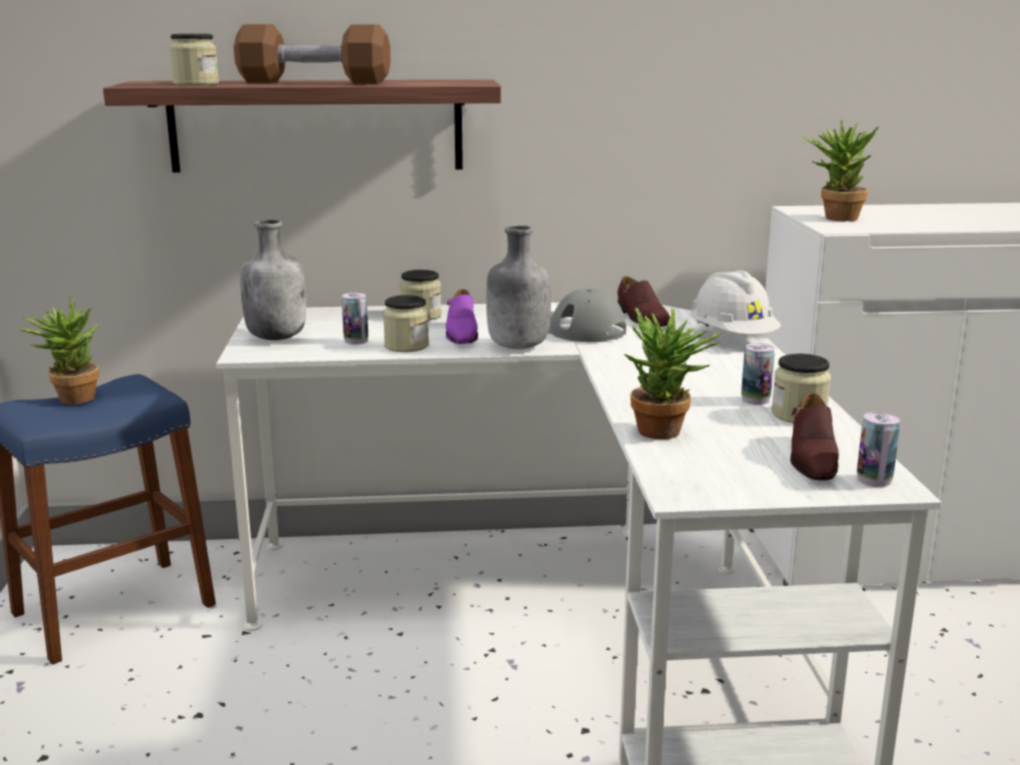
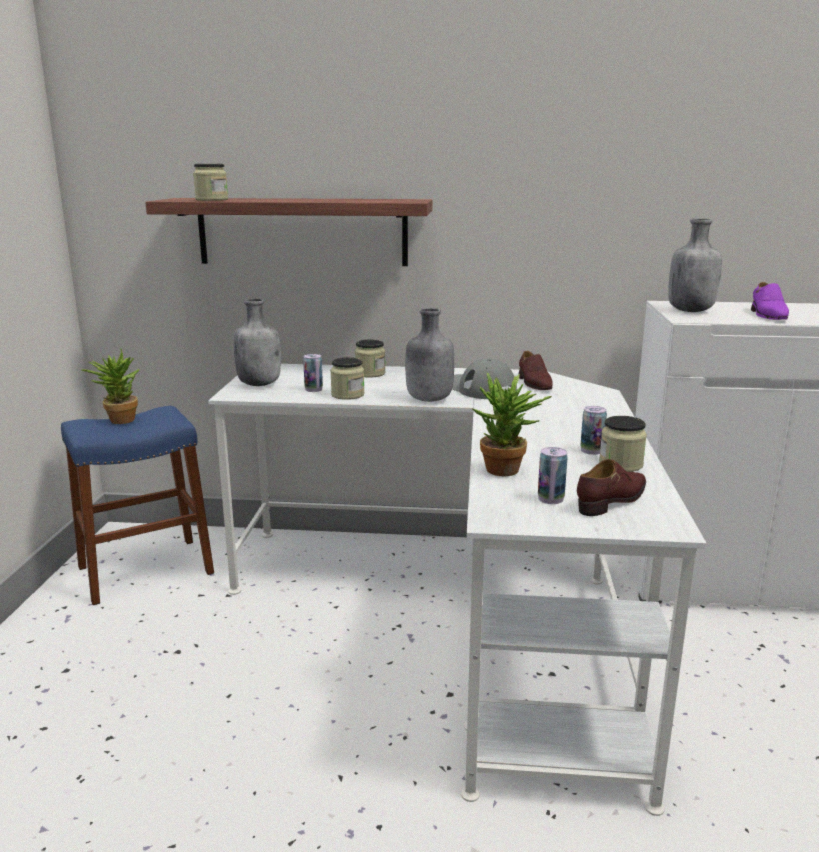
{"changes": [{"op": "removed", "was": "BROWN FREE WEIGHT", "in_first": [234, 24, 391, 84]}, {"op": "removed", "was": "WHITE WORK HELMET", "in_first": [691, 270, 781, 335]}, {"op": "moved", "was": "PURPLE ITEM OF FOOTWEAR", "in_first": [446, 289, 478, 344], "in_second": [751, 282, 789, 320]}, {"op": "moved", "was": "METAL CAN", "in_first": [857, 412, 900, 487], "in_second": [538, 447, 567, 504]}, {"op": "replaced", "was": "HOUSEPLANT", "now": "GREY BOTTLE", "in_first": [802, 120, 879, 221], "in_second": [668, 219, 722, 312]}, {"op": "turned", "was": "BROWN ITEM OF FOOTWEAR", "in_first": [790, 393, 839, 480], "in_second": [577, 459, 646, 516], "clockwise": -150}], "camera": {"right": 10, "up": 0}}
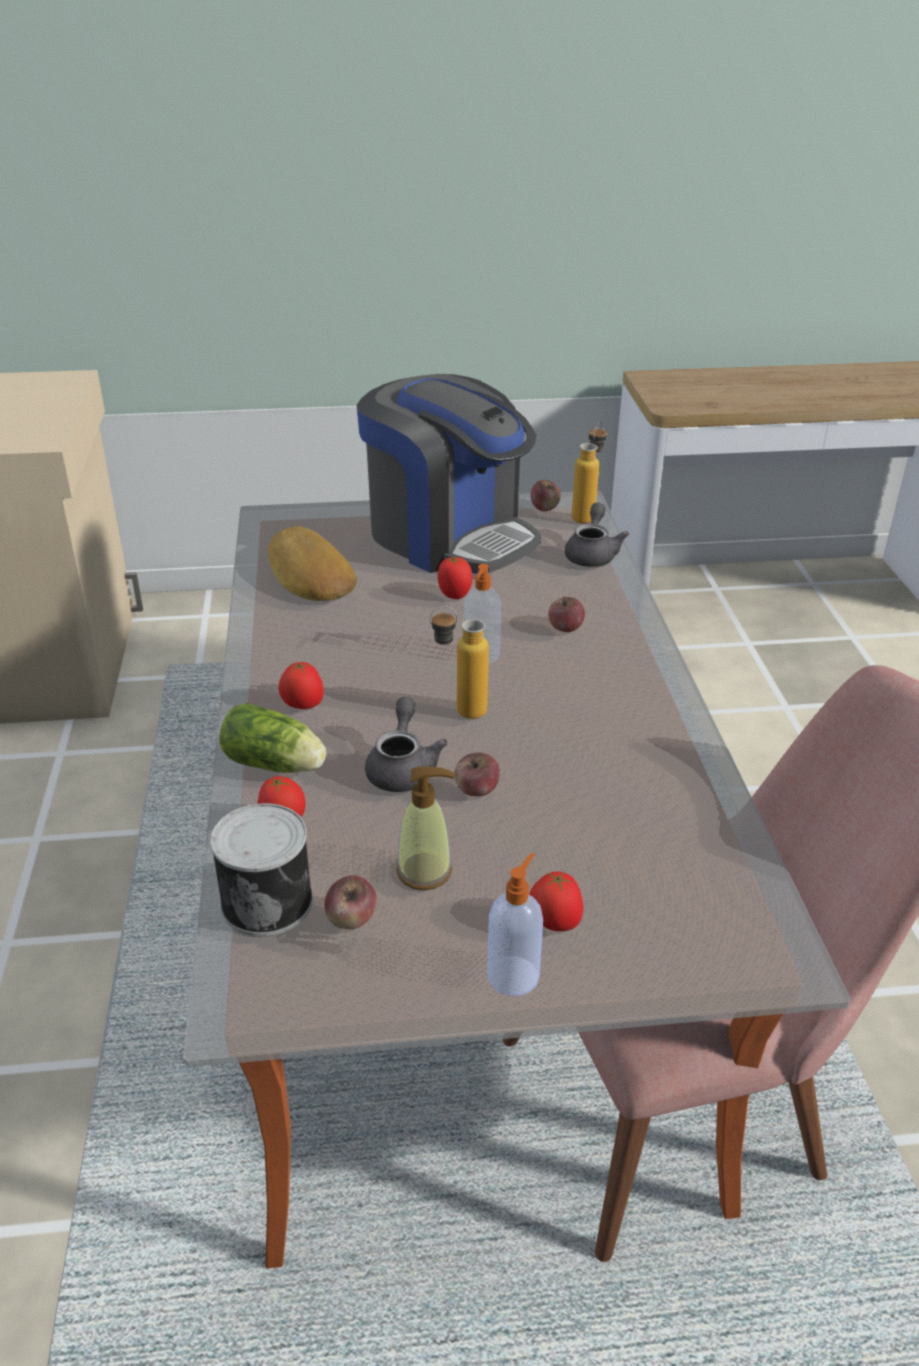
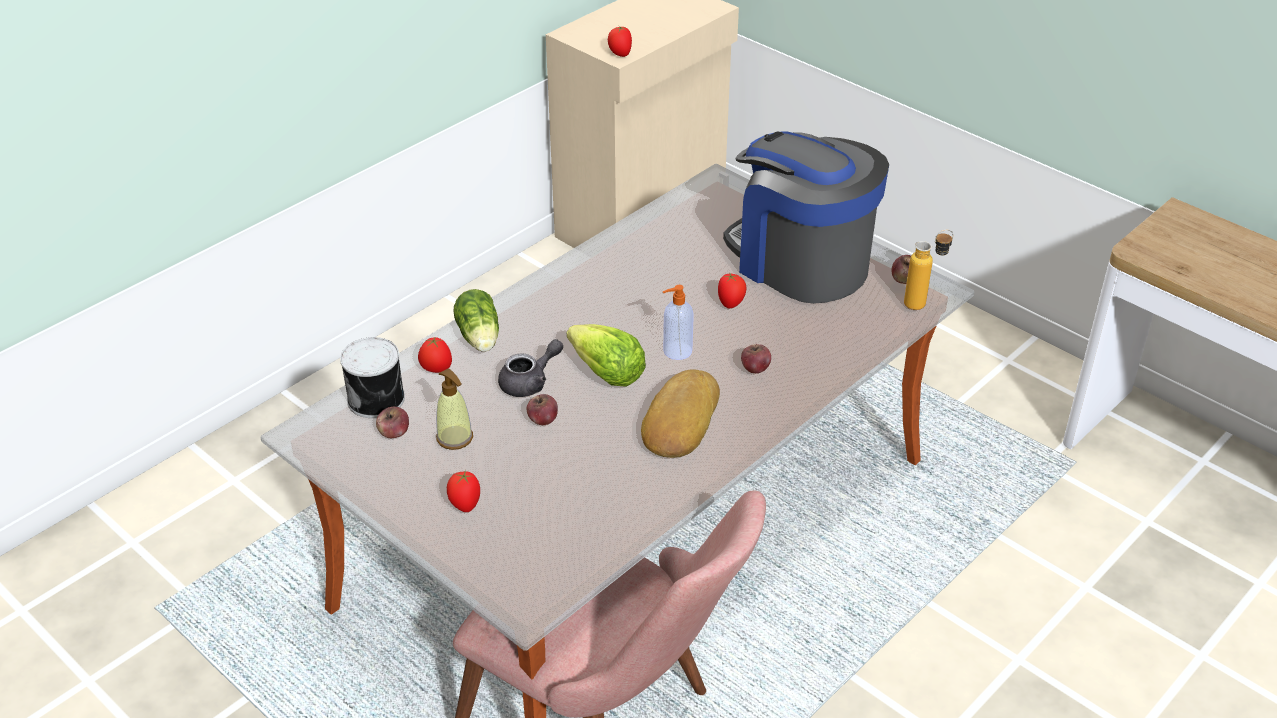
{"changes": [{"op": "removed", "was": "SOAP BOTTLE", "in_first": [487, 853, 543, 996]}, {"op": "removed", "was": "GREY TEA POT", "in_first": [565, 502, 629, 567]}, {"op": "moved", "was": "BAKERY BREAD", "in_first": [268, 526, 357, 601], "in_second": [641, 369, 720, 458]}, {"op": "moved", "was": "WHOLE TOMATO", "in_first": [278, 662, 324, 709], "in_second": [608, 26, 632, 57]}, {"op": "replaced", "was": "BOTTLE", "now": "LETTUCE", "in_first": [430, 606, 489, 719], "in_second": [567, 324, 646, 387]}, {"op": "turned", "was": "COFFEE MAKER", "in_first": [357, 374, 541, 574], "in_second": [723, 131, 889, 304], "clockwise": 135}], "camera": {"right": 50, "up": 5}}
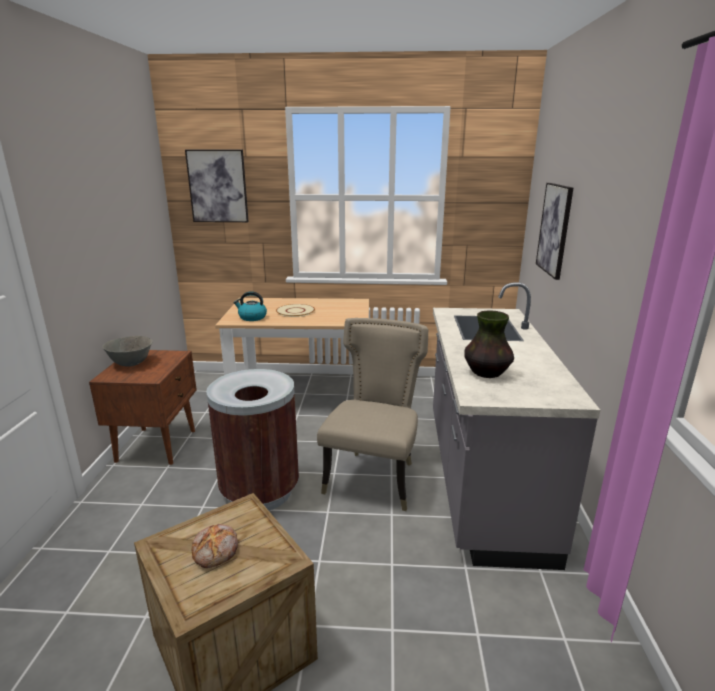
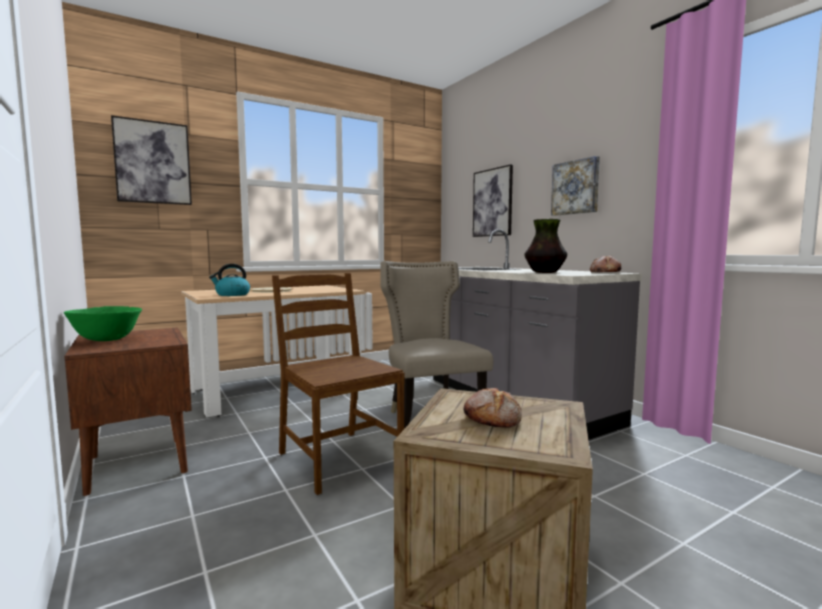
{"changes": [{"op": "added", "now": "PICTURE", "in_second": [551, 156, 600, 216]}, {"op": "added", "now": "BAKERY BREAD", "in_second": [590, 255, 621, 272]}, {"op": "replaced", "was": "BROWN RUBBISH BIN", "now": "BROWN CHAIR", "in_first": [206, 369, 299, 511], "in_second": [272, 273, 404, 495]}, {"op": "recoloured", "was": "GREY SERVING BOWL", "now": "GREENISH SERVING BOWL", "in_first": [102, 335, 152, 367], "in_second": [64, 306, 142, 341]}], "camera": {"right": -35, "up": -15}}
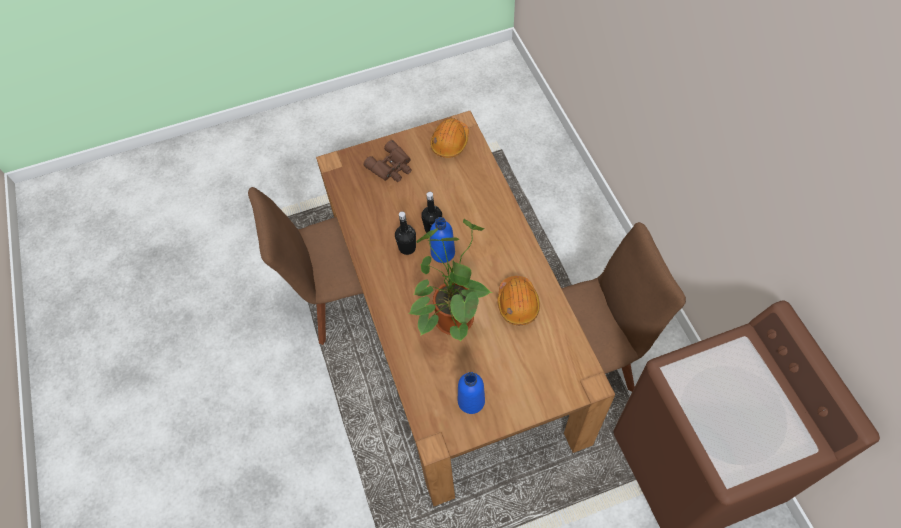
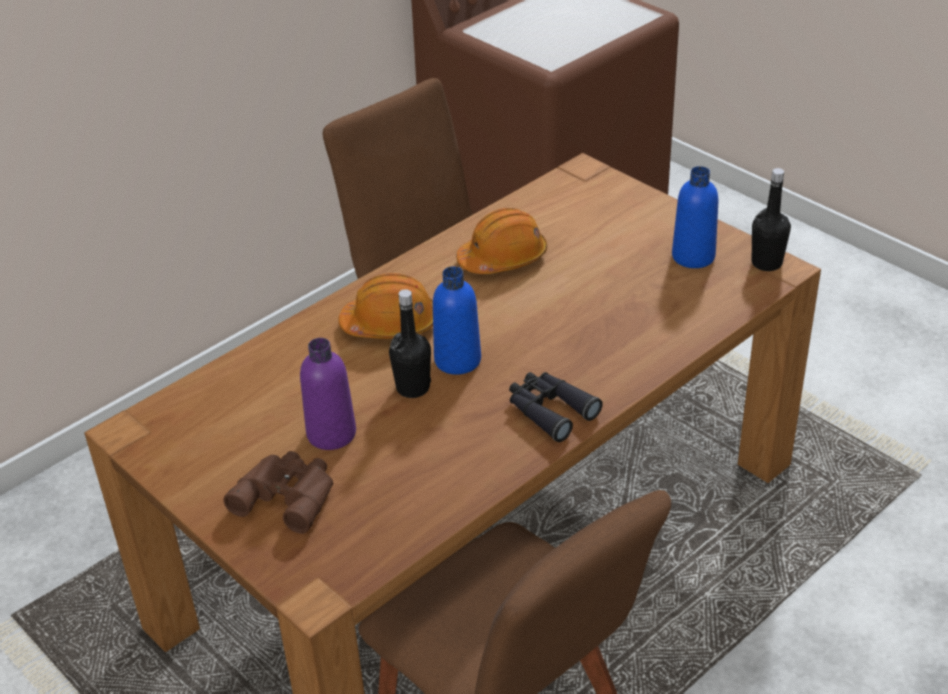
{"changes": [{"op": "removed", "was": "HOUSEPLANT", "in_first": [408, 219, 492, 342]}, {"op": "added", "now": "PURPLE BOTTLE", "in_second": [300, 338, 356, 450]}, {"op": "added", "now": "BLACK-COLOURED BINOCULARS", "in_second": [509, 372, 603, 442]}, {"op": "moved", "was": "BLACK-COLOURED BOTTLE", "in_first": [395, 211, 416, 255], "in_second": [752, 168, 791, 271]}, {"op": "moved", "was": "ORANGEY WORK HELMET", "in_first": [430, 118, 469, 158], "in_second": [338, 273, 433, 339]}], "camera": {"right": -115, "up": -20}}
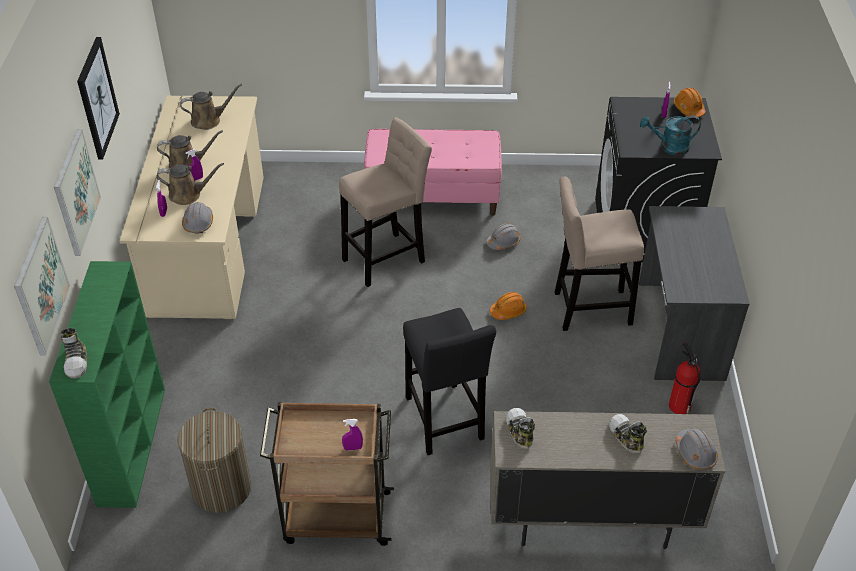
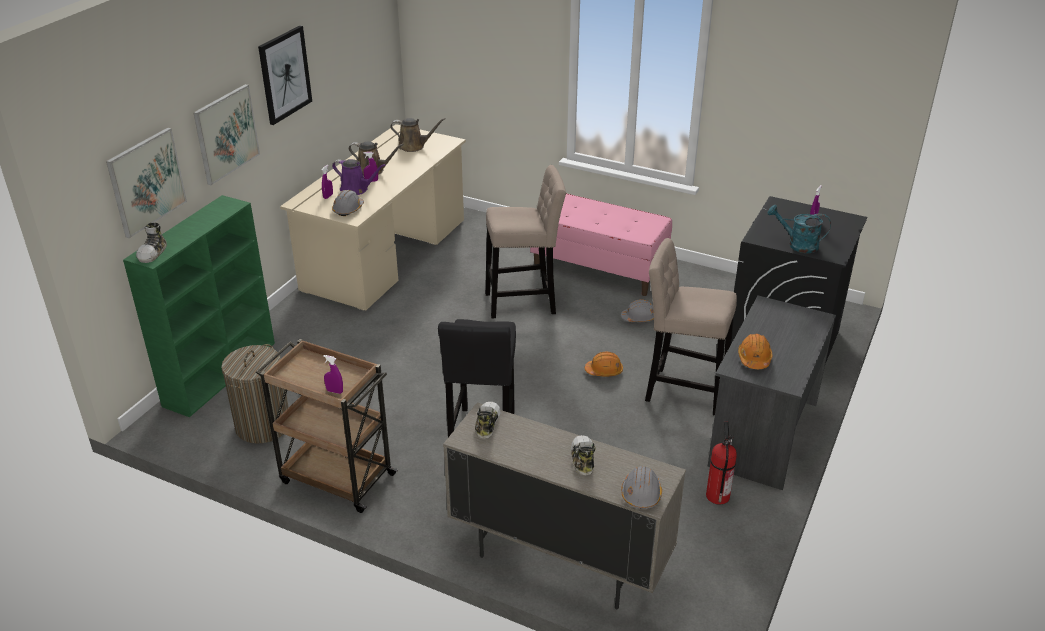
{"changes": [{"op": "moved", "was": "ORANGEY WORK HELMET", "in_first": [674, 88, 705, 117], "in_second": [738, 333, 773, 369]}, {"op": "recoloured", "was": "BROWN SPRINKLING CAN", "now": "PURPLE SPRINKLING CAN", "in_first": [156, 163, 224, 205], "in_second": [332, 159, 386, 195]}], "camera": {"right": 25, "up": -10}}
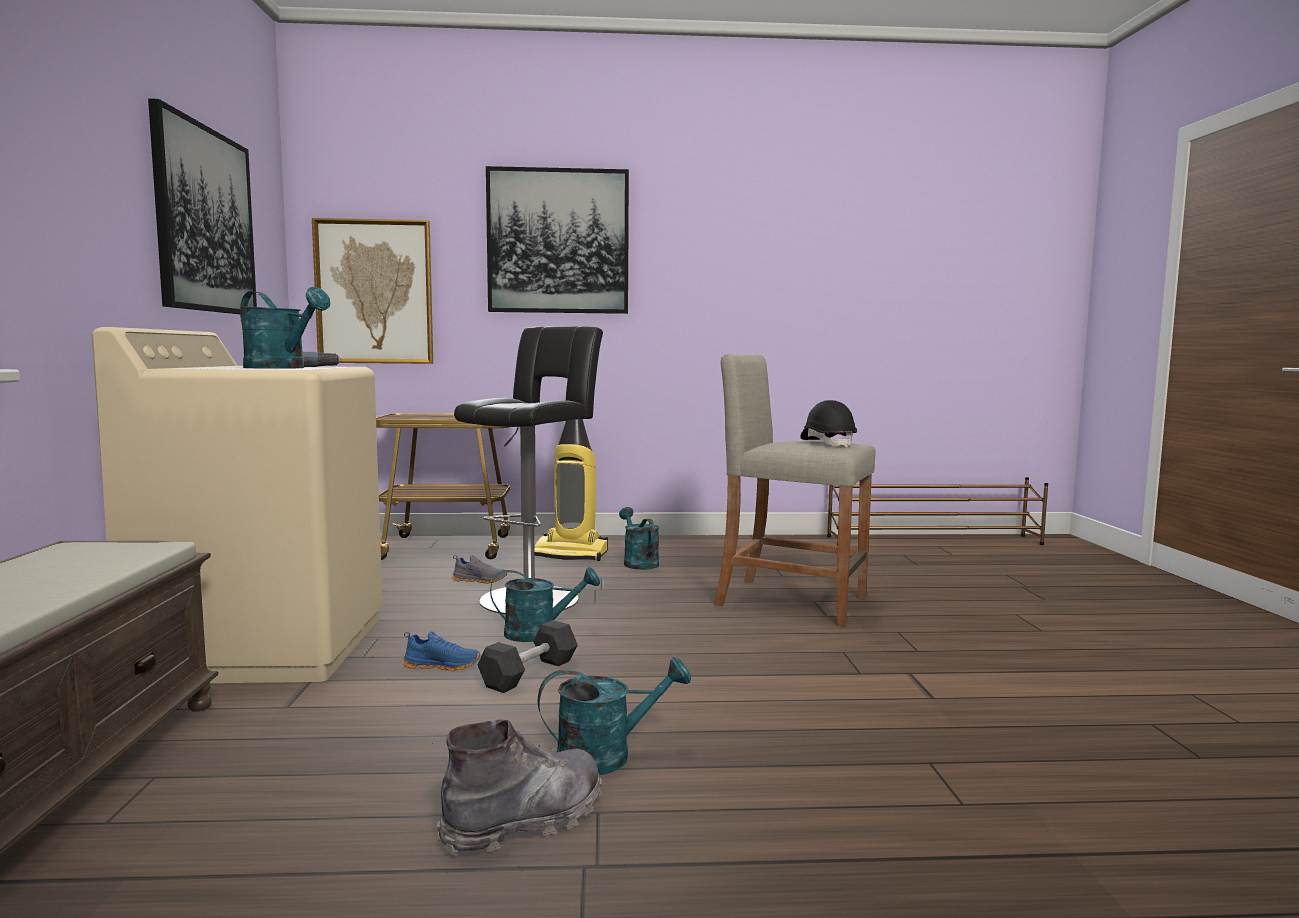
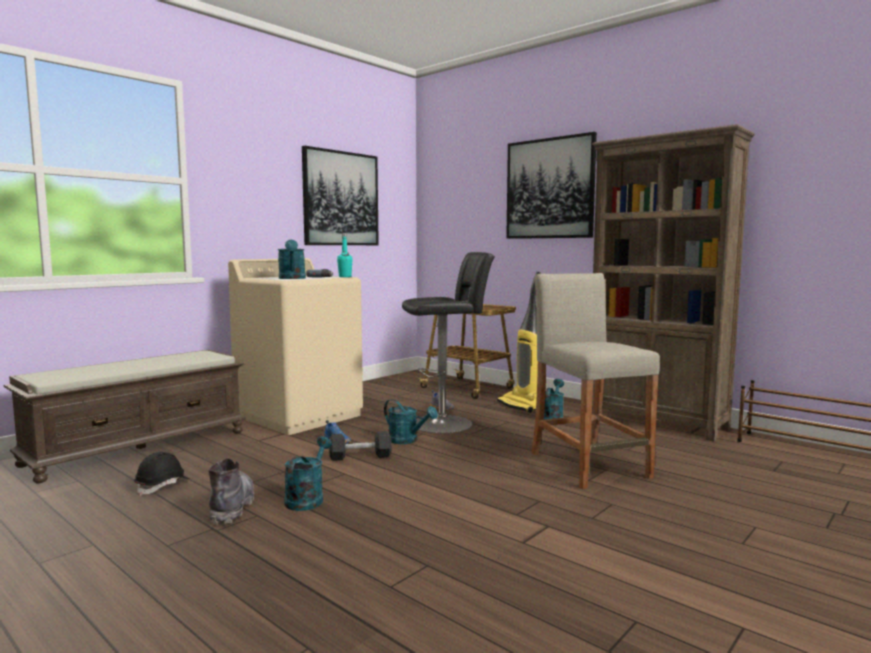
{"changes": [{"op": "removed", "was": "PICTURE", "in_first": [312, 218, 433, 364]}, {"op": "added", "now": "BLUE-GREEN BOTTLE", "in_second": [337, 233, 353, 277]}, {"op": "added", "now": "BROWN SHELVING UNIT", "in_second": [592, 124, 755, 442]}, {"op": "moved", "was": "BLACK-COLOURED WORK HELMET", "in_first": [800, 400, 857, 447], "in_second": [134, 452, 189, 496]}, {"op": "turned", "was": "GREY BOOT", "in_first": [437, 719, 602, 856], "in_second": [208, 458, 254, 524], "clockwise": -105}, {"op": "turned", "was": "BLUE-GREEN SPRINKLING CAN", "in_first": [538, 657, 691, 775], "in_second": [284, 436, 332, 511], "clockwise": -105}], "camera": {"right": 45, "up": 0}}
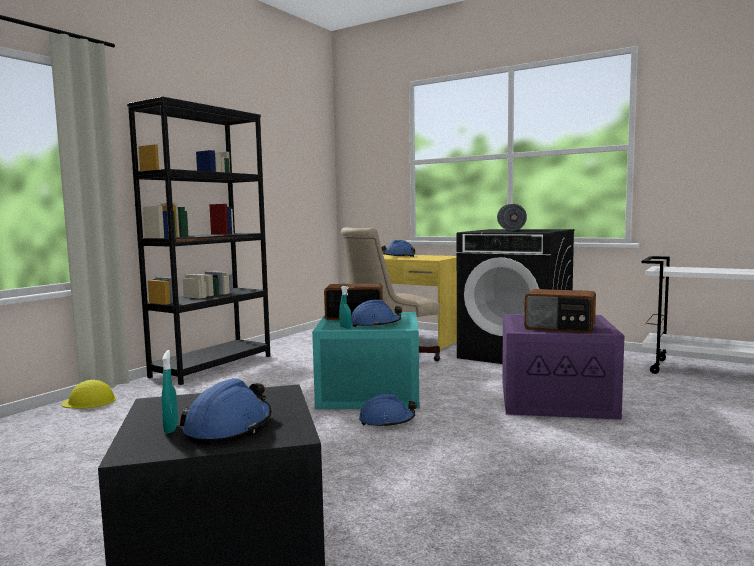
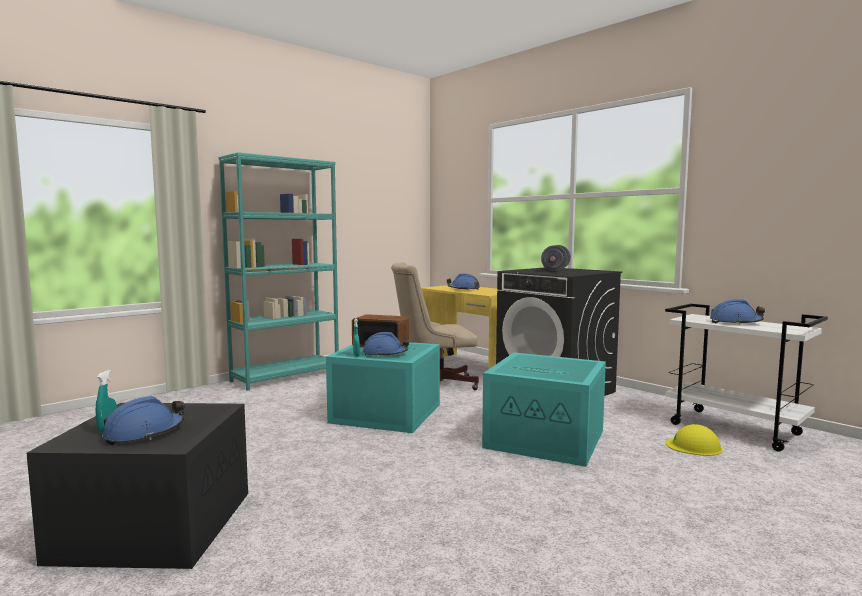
{"changes": [{"op": "removed", "was": "RADIO", "in_first": [524, 289, 596, 333]}, {"op": "moved", "was": "YELLOWISH WORK HELMET", "in_first": [61, 380, 116, 409], "in_second": [665, 424, 723, 456]}, {"op": "moved", "was": "BLUE-COLOURED WORK HELMET", "in_first": [359, 394, 417, 428], "in_second": [710, 299, 765, 324]}, {"op": "recoloured", "was": "BLACK-COLOURED SHELVING UNIT", "now": "BLUE-GREEN SHELVING UNIT", "in_first": [127, 96, 271, 385], "in_second": [218, 152, 339, 391]}, {"op": "recoloured", "was": "PURPLE STORAGE BIN", "now": "BLUE-GREEN STORAGE BIN", "in_first": [502, 314, 624, 420], "in_second": [482, 352, 606, 467]}], "camera": {"right": 15, "up": 0}}
